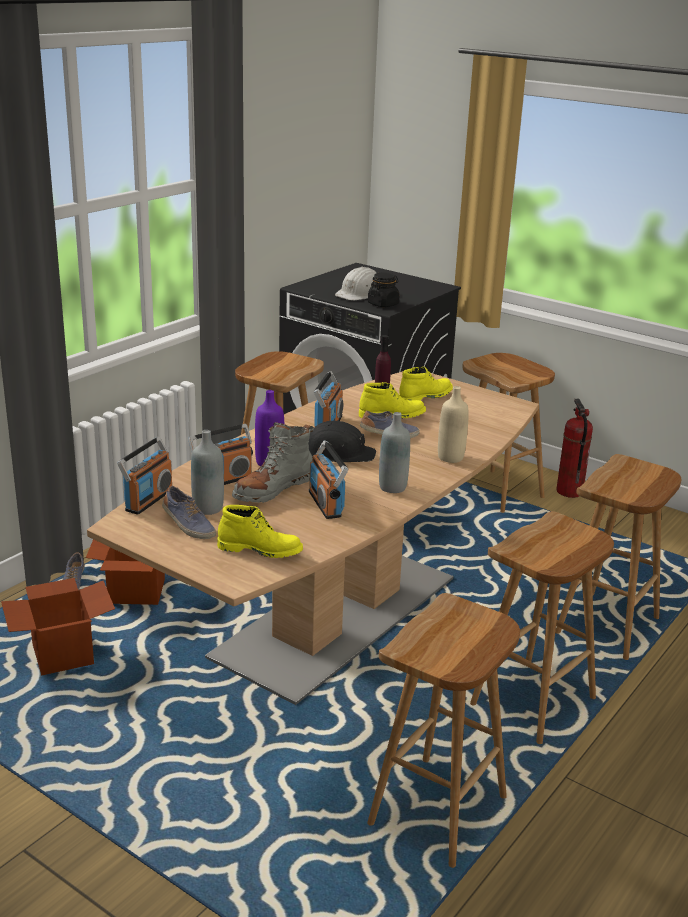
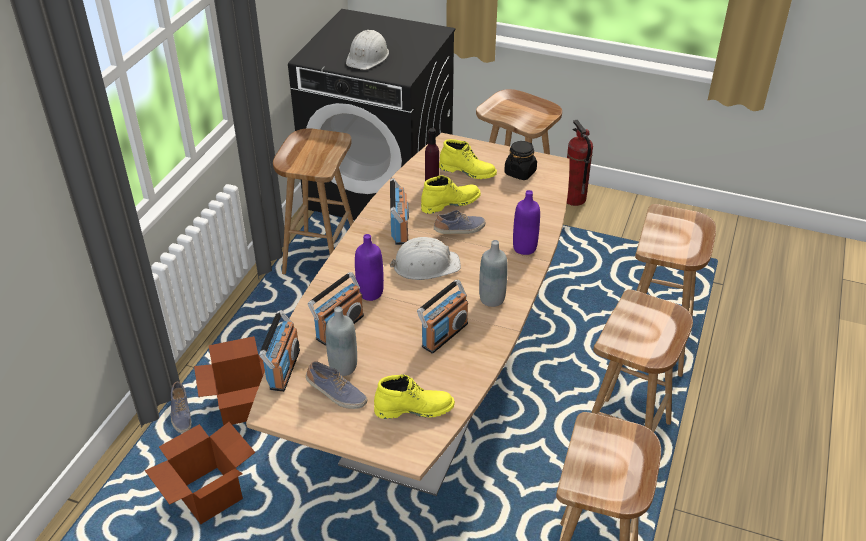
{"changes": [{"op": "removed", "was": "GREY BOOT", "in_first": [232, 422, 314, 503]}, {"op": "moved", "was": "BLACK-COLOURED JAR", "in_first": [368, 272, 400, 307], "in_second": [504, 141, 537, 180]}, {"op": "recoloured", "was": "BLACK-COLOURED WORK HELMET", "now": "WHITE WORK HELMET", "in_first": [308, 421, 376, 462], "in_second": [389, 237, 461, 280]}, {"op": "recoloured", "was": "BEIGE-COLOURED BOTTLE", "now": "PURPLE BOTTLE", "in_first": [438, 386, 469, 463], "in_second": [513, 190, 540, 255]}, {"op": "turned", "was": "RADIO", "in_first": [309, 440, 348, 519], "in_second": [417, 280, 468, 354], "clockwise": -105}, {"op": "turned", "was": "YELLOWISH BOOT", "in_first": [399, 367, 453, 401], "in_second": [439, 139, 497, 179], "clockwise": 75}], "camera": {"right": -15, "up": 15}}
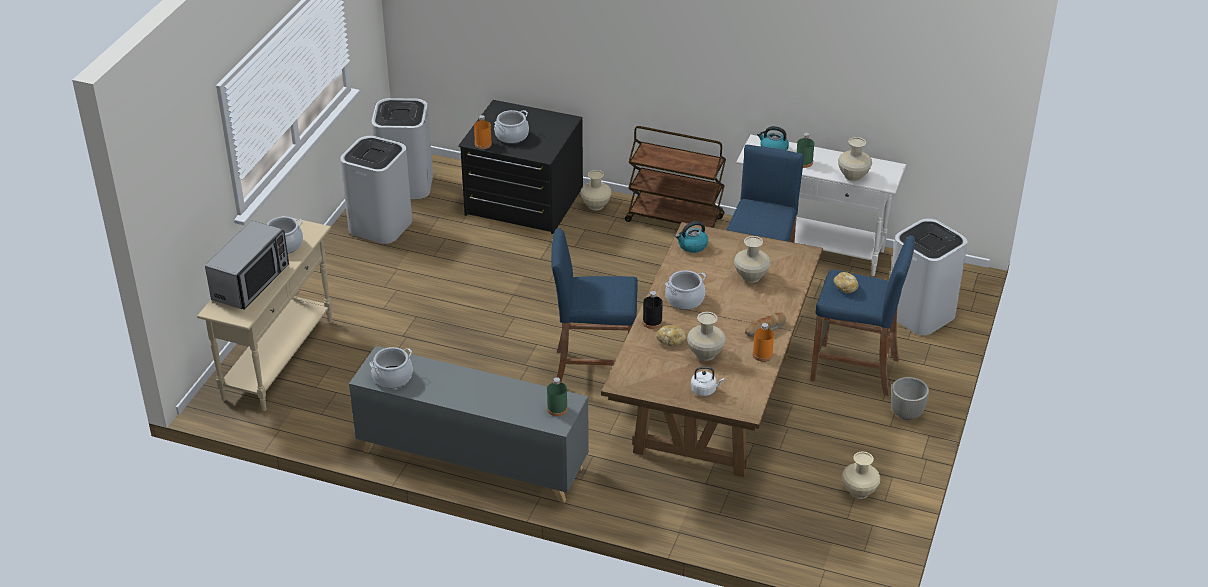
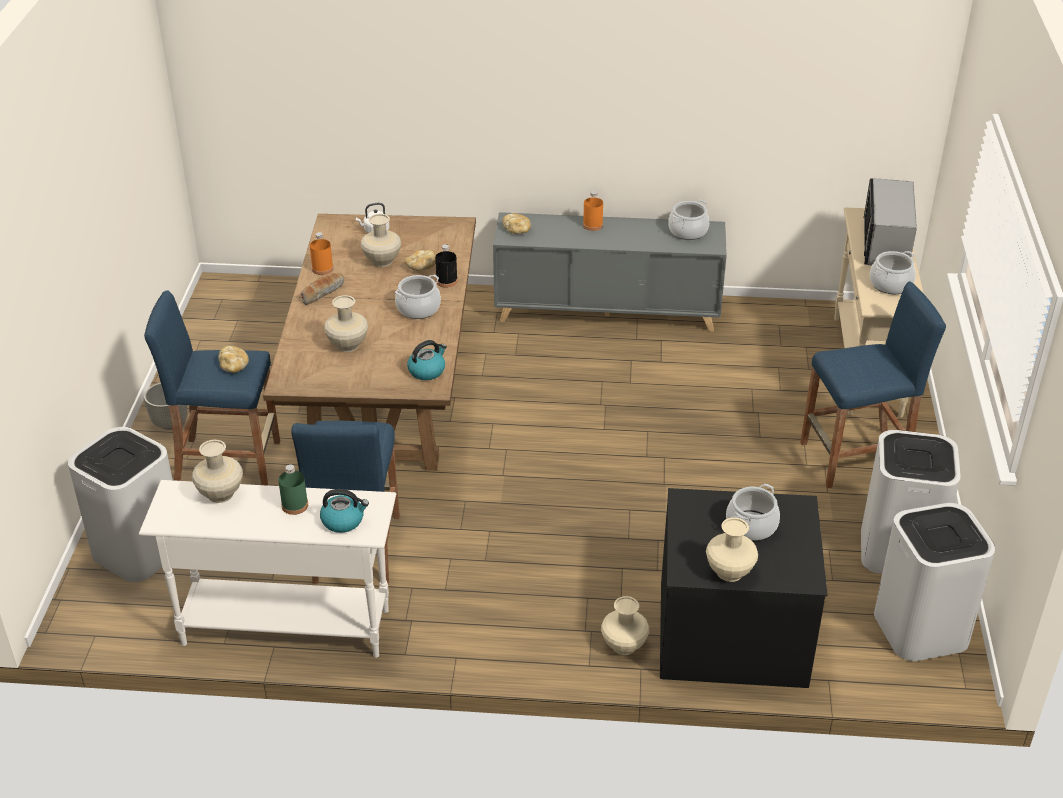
{"changes": [{"op": "removed", "was": "BROWN TROLLEY", "in_first": [625, 126, 726, 228]}, {"op": "moved", "was": "ORANGEY BOTTLE", "in_first": [474, 115, 492, 149], "in_second": [583, 191, 603, 231]}, {"op": "moved", "was": "BLUE-COLOURED SITTING STOOL", "in_first": [551, 228, 638, 382], "in_second": [800, 281, 946, 488]}, {"op": "moved", "was": "BEIGE-COLOURED VASE", "in_first": [842, 452, 880, 499], "in_second": [706, 517, 758, 582]}, {"op": "replaced", "was": "GREENISH BOTTLE", "now": "BAKERY BREAD", "in_first": [547, 377, 568, 416], "in_second": [502, 213, 531, 234]}], "camera": {"right": 165, "up": 0}}
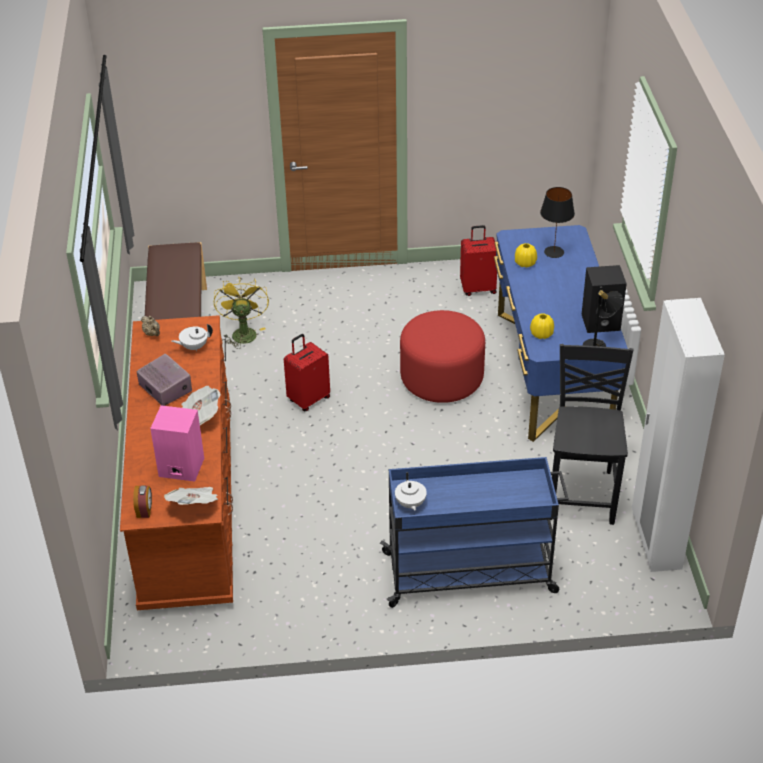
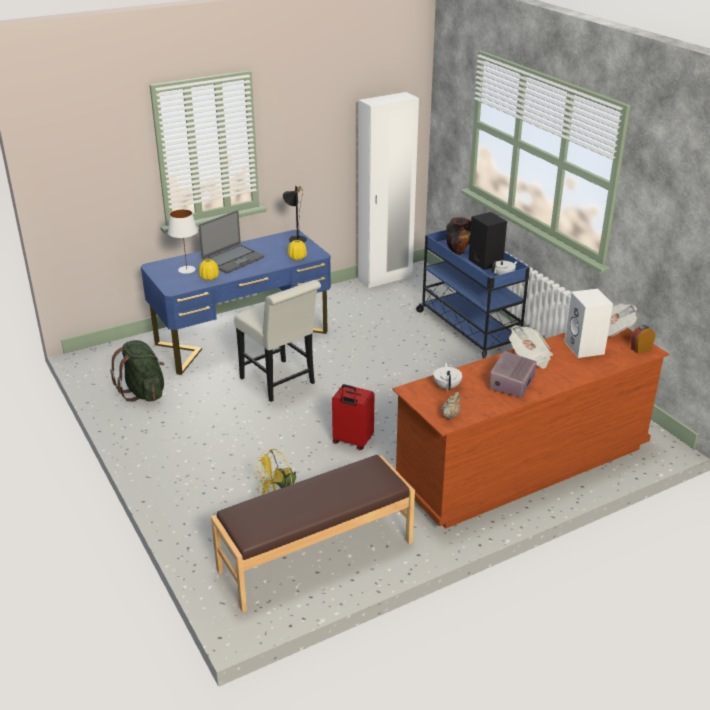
{"changes": [{"op": "removed", "was": "BLACK-COLOURED CHAIR", "in_first": [550, 344, 634, 525]}, {"op": "added", "now": "PORTABLE COMPUTER", "in_second": [199, 211, 264, 273]}, {"op": "added", "now": "VASE", "in_second": [446, 217, 471, 255]}, {"op": "moved", "was": "BLACK-COLOURED LOUDSPEAKER", "in_first": [582, 265, 627, 333], "in_second": [468, 212, 507, 270]}, {"op": "replaced", "was": "RED-COLOURED POUFFE", "now": "WHITE CHAIR", "in_first": [400, 310, 485, 403], "in_second": [234, 280, 321, 402]}, {"op": "replaced", "was": "RED-COLOURED TRAVEL CASE", "now": "GREENISH RUCKSACK", "in_first": [460, 225, 497, 296], "in_second": [110, 340, 164, 402]}, {"op": "recoloured", "was": "PINKISH LOUDSPEAKER", "now": "WHITE LOUDSPEAKER", "in_first": [150, 405, 204, 482], "in_second": [564, 289, 613, 358]}, {"op": "recoloured", "was": "BLACK-COLOURED TABLE LAMP", "now": "WHITE TABLE LAMP", "in_first": [540, 187, 575, 258], "in_second": [168, 209, 198, 274]}, {"op": "turned", "was": "WHITE TEA POT", "in_first": [172, 324, 213, 351], "in_second": [433, 362, 462, 391], "clockwise": -135}], "camera": {"right": -115, "up": -10}}
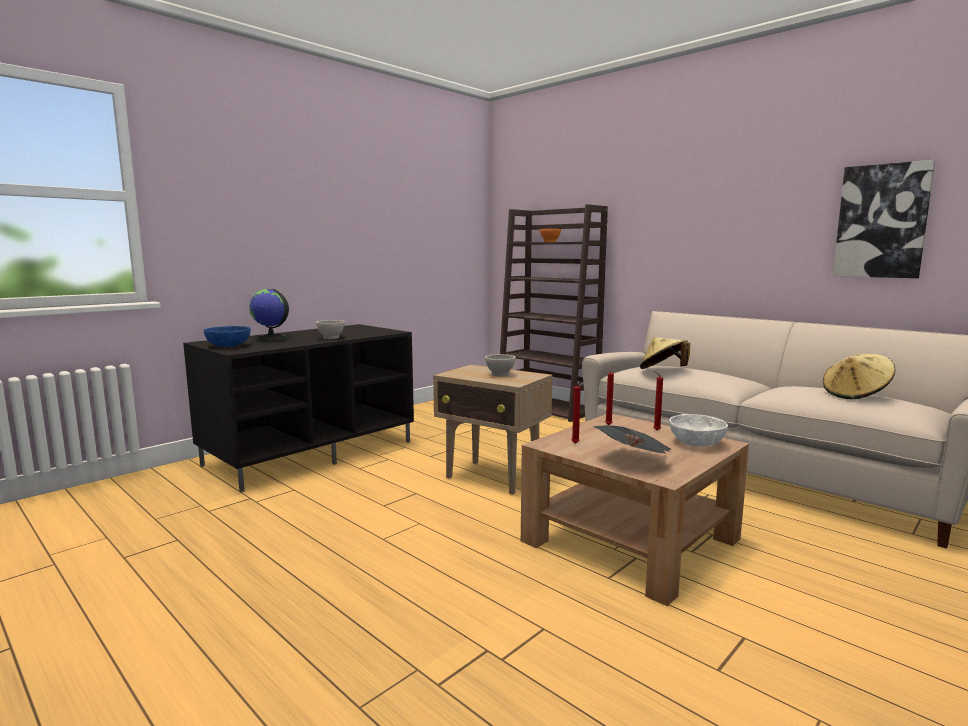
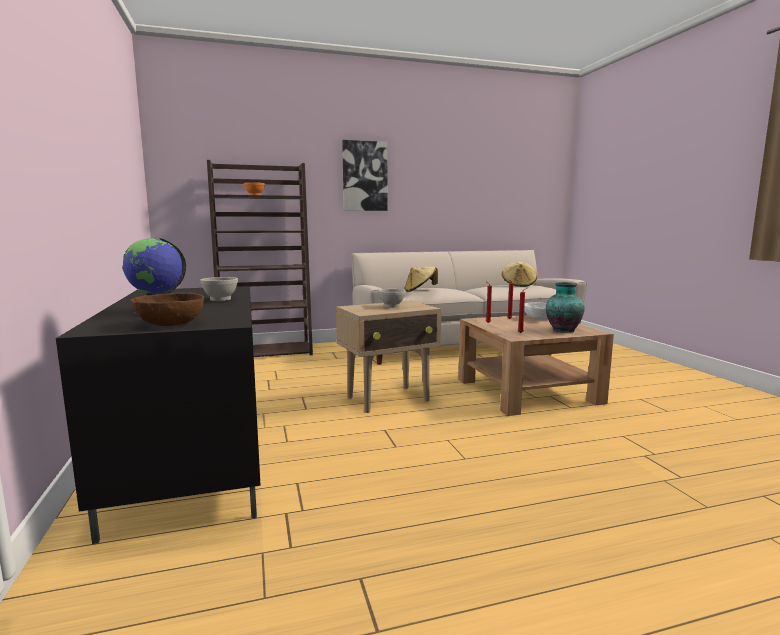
{"changes": [{"op": "moved", "was": "PICTURE", "in_first": [833, 160, 935, 278], "in_second": [342, 140, 387, 211]}, {"op": "replaced", "was": "DAILY PAPER", "now": "VASE", "in_first": [593, 425, 671, 453], "in_second": [546, 282, 585, 333]}, {"op": "recoloured", "was": "BLUE-COLOURED SERVING BOWL", "now": "BROWN SERVING BOWL", "in_first": [204, 326, 250, 347], "in_second": [131, 293, 204, 326]}], "camera": {"right": -60, "up": 0}}
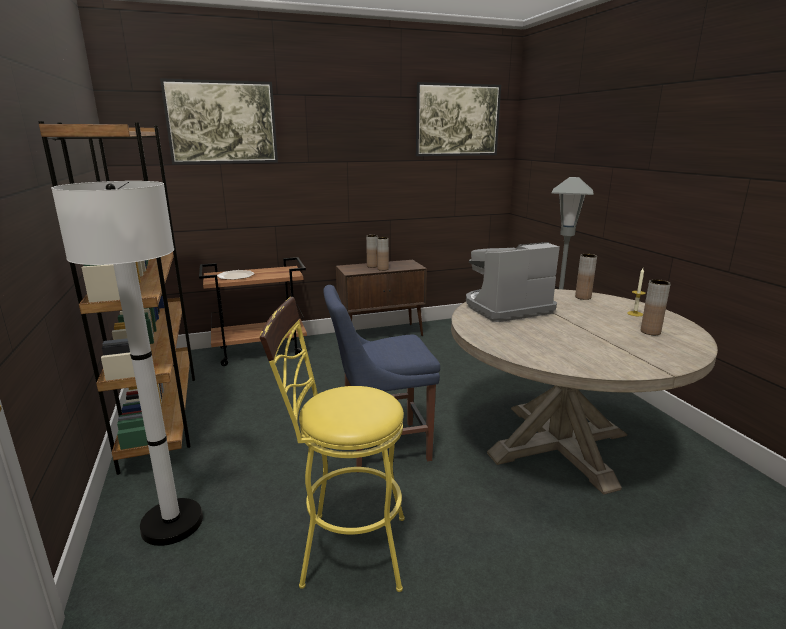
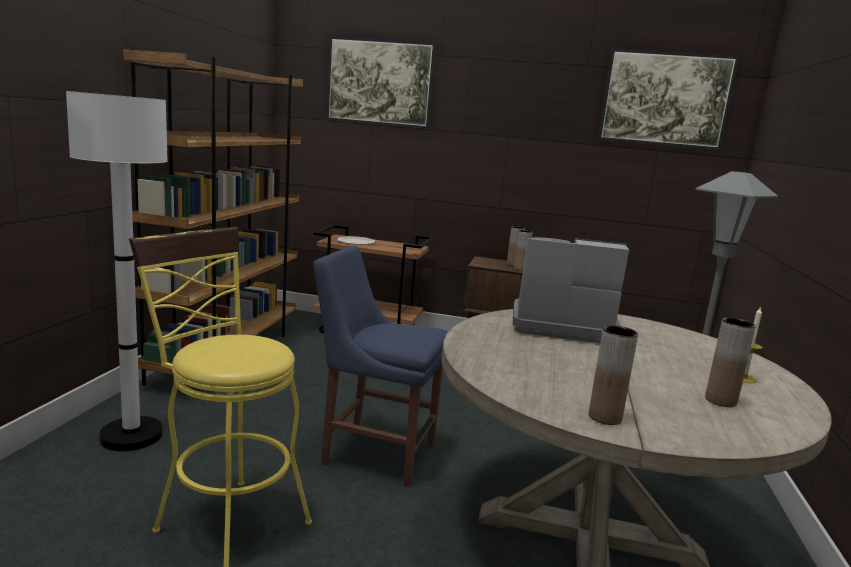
{"changes": [{"op": "moved", "was": "BROWN VASE", "in_first": [575, 254, 597, 300], "in_second": [589, 325, 638, 425]}], "camera": {"right": 30, "up": -5}}
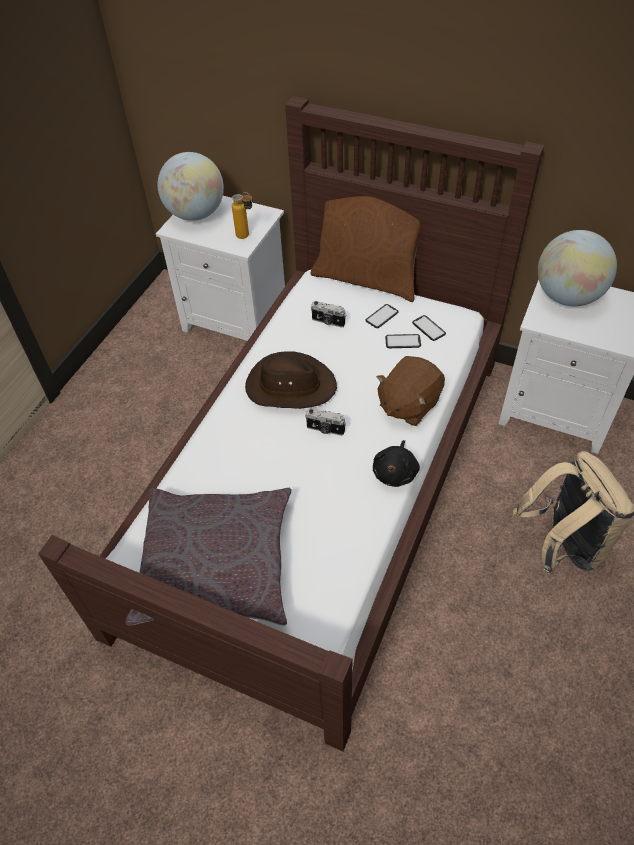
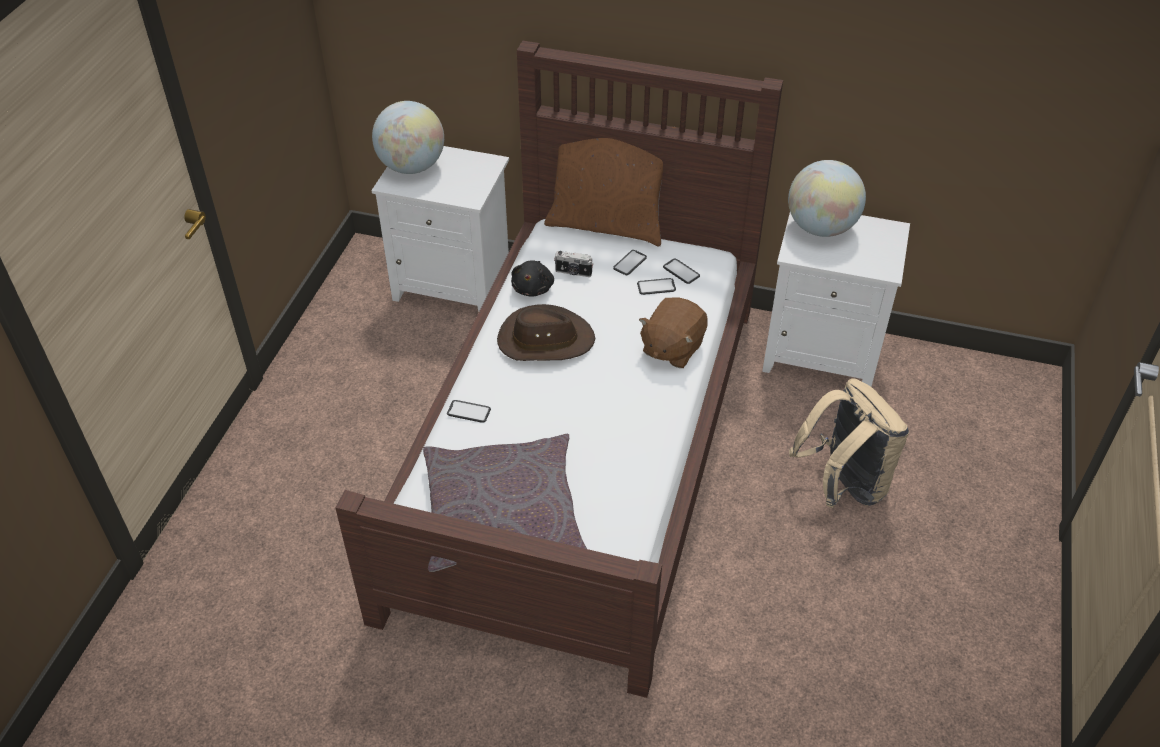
{"changes": [{"op": "removed", "was": "BOTTLE", "in_first": [232, 192, 253, 239]}, {"op": "removed", "was": "STILL CAMERA", "in_first": [305, 408, 346, 436]}, {"op": "added", "now": "HANDSET", "in_second": [447, 400, 491, 423]}, {"op": "moved", "was": "BLACK-COLOURED PLUSH TOY", "in_first": [373, 440, 420, 487], "in_second": [511, 260, 554, 296]}], "camera": {"right": -10, "up": -5}}
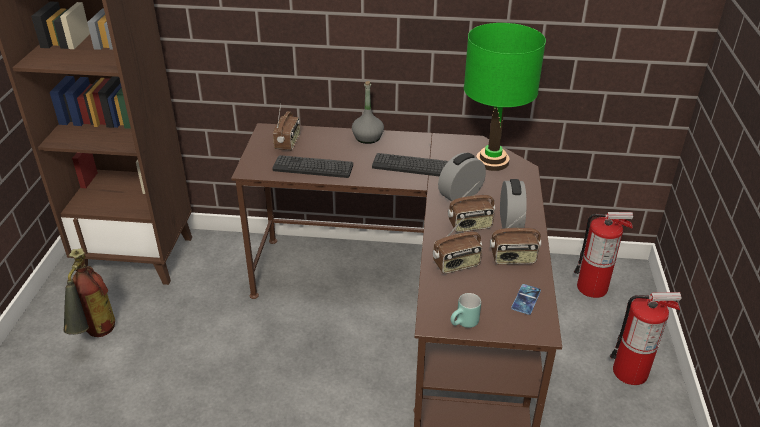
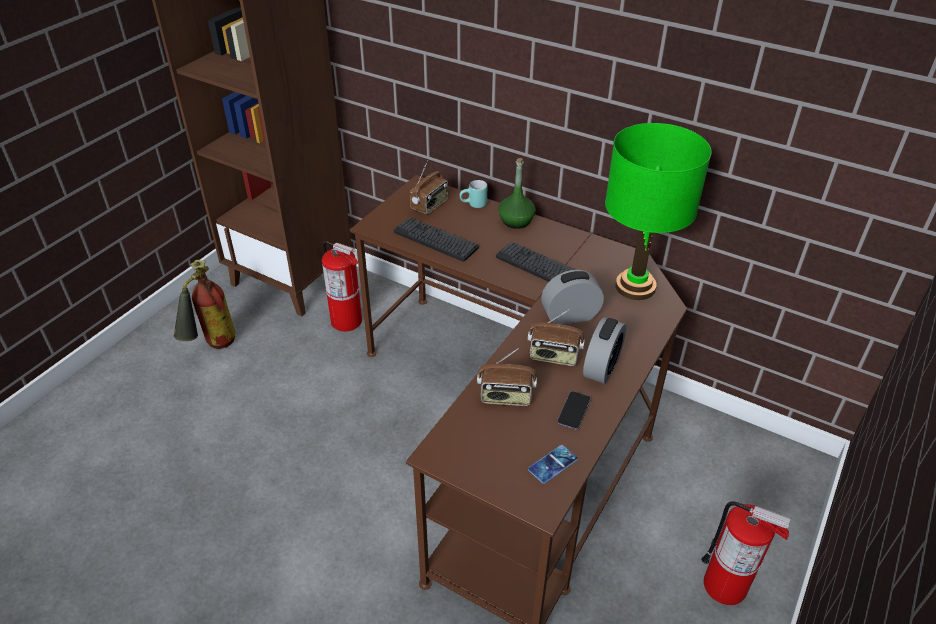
{"changes": [{"op": "moved", "was": "BLUE-GREEN COFFEE MUG", "in_first": [450, 293, 481, 328], "in_second": [460, 180, 487, 208]}, {"op": "moved", "was": "FIRE-FIGHTING CYLINDER", "in_first": [574, 212, 633, 298], "in_second": [322, 241, 362, 331]}, {"op": "replaced", "was": "RADIO", "now": "HANDSET", "in_first": [490, 213, 541, 264], "in_second": [557, 391, 591, 430]}, {"op": "recoloured", "was": "GREY BOTTLE", "now": "GREENISH BOTTLE", "in_first": [352, 81, 384, 144], "in_second": [498, 158, 536, 229]}], "camera": {"right": 25, "up": 5}}
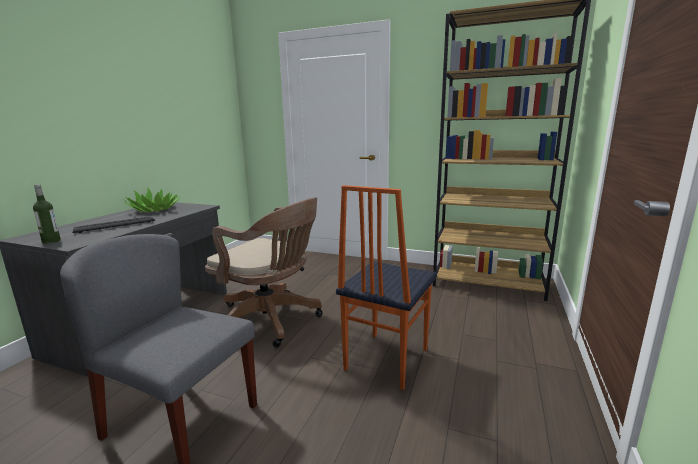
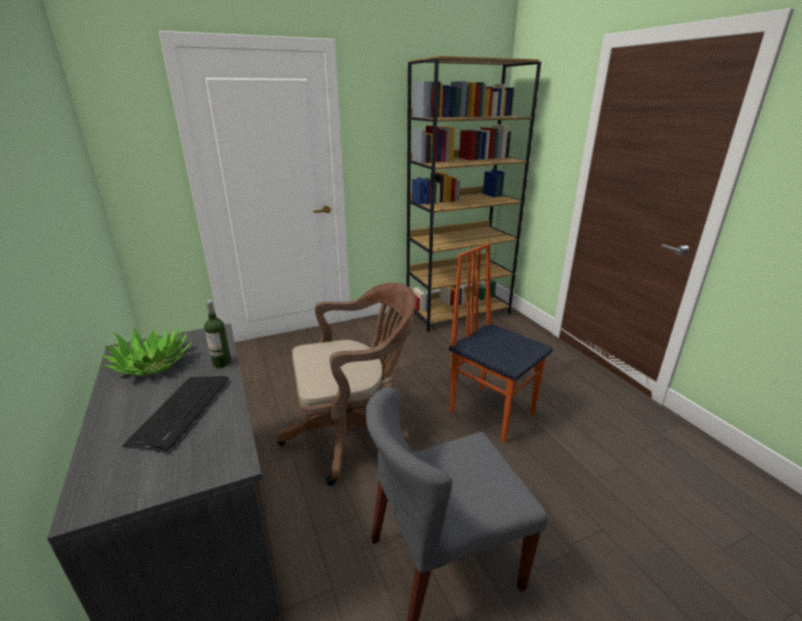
{"changes": [{"op": "moved", "was": "BOTTLE", "in_first": [33, 184, 61, 244], "in_second": [204, 300, 231, 368]}, {"op": "turned", "was": "CHAIR", "in_first": [336, 185, 437, 390], "in_second": [449, 243, 553, 443], "clockwise": 150}], "camera": {"right": -45, "up": 10}}
